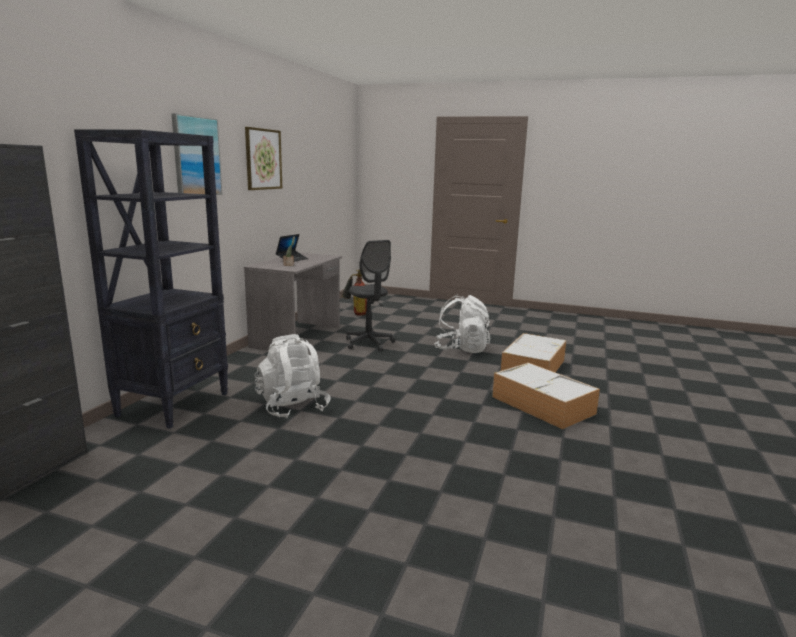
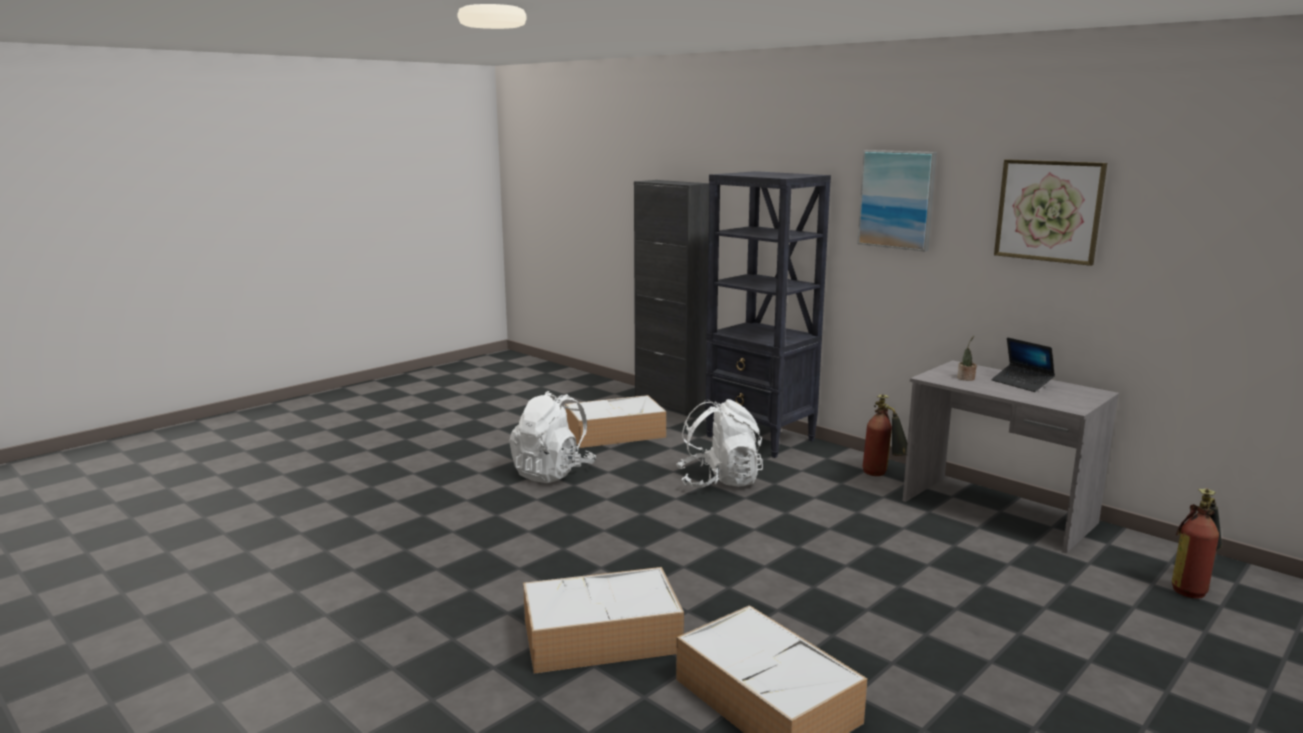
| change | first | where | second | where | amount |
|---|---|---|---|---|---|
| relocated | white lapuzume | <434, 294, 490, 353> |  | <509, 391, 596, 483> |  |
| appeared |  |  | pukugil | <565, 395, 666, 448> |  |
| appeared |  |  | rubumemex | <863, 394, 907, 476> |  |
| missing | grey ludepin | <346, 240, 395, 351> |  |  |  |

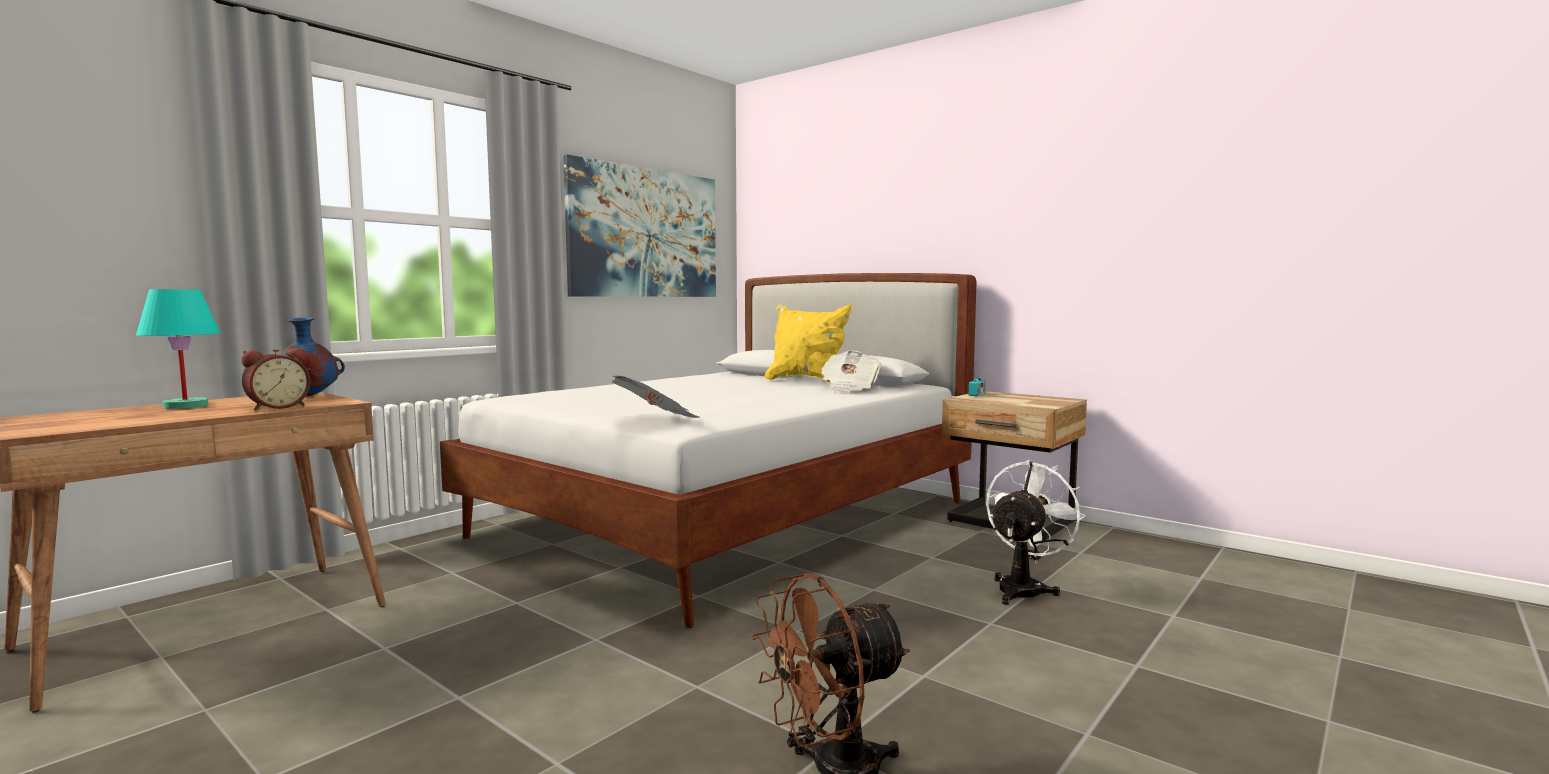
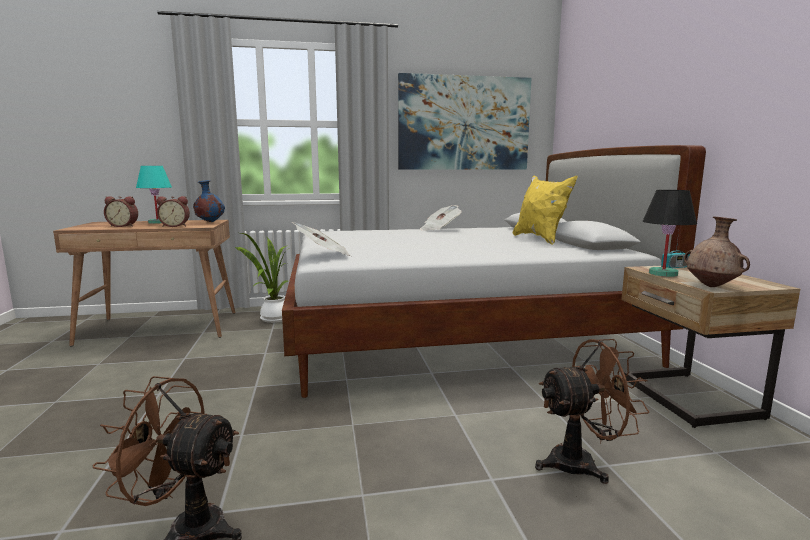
| change | first | where | second | where | amount |
|---|---|---|---|---|---|
| appeared |  |  | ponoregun | <104, 196, 138, 227> |  |
| appeared |  |  | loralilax | <235, 233, 289, 323> |  |
| relocated | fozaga | <821, 350, 882, 392> |  | <420, 205, 462, 231> |  |
| colour | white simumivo | <986, 460, 1086, 605> | brown simumivo | <535, 339, 650, 484> |  |
| appeared |  |  | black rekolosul | <642, 190, 697, 277> |  |
| appeared |  |  | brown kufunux | <684, 216, 750, 287> |  |

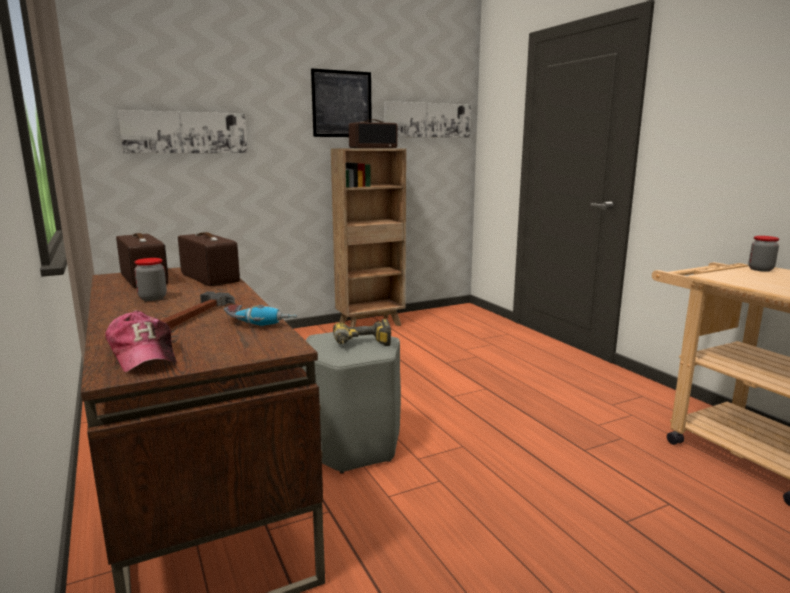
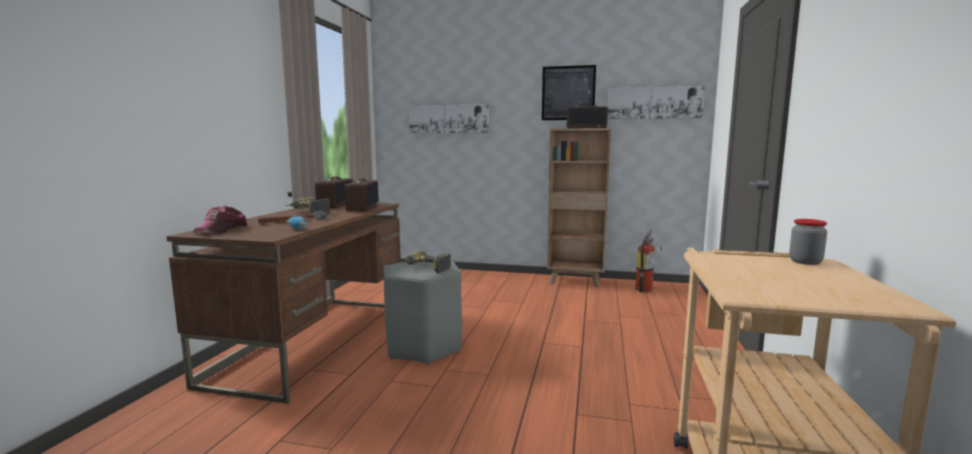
| change | first | where | second | where | amount |
|---|---|---|---|---|---|
| exchanged | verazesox | <134, 258, 167, 301> | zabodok | <285, 197, 331, 214> |  |
| appeared |  |  | rubumemex | <635, 230, 662, 292> |  |

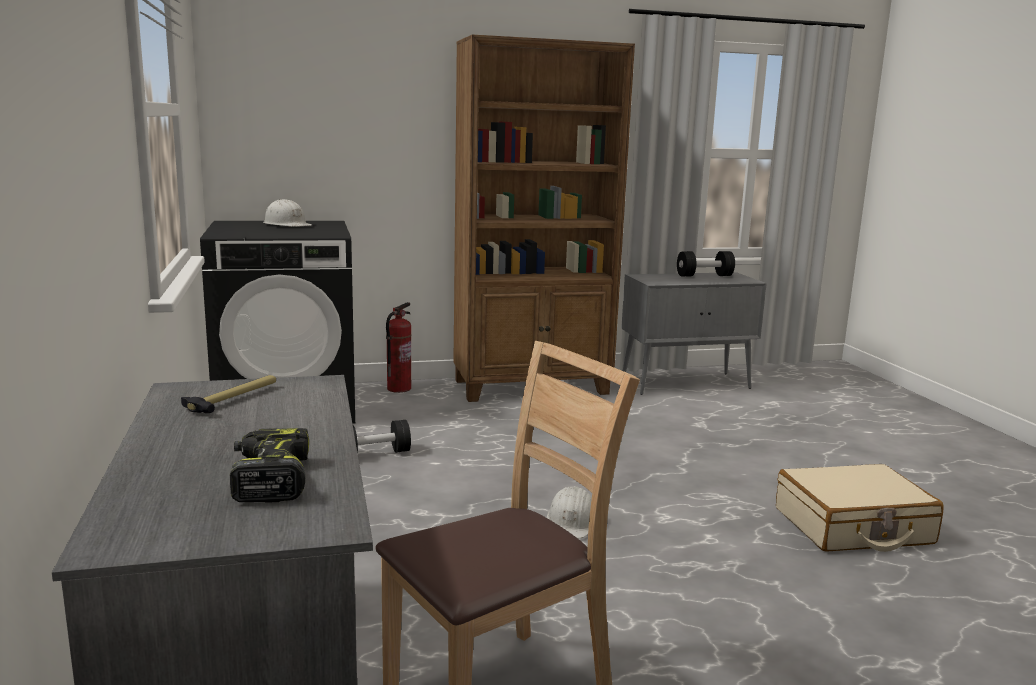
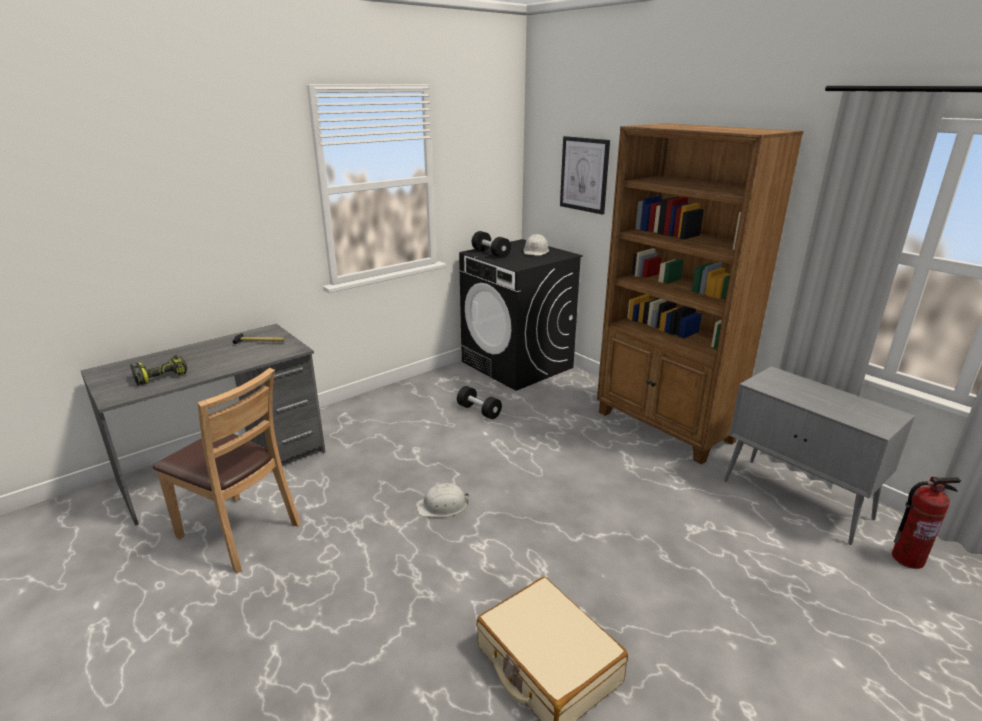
| change | first | where | second | where | amount |
|---|---|---|---|---|---|
| relocated | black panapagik | <677, 251, 735, 277> |  | <472, 231, 511, 258> |  |
| appeared |  |  | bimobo | <560, 136, 610, 215> |  |
| relocated | rubumemex | <386, 302, 412, 393> |  | <892, 477, 961, 569> |  |

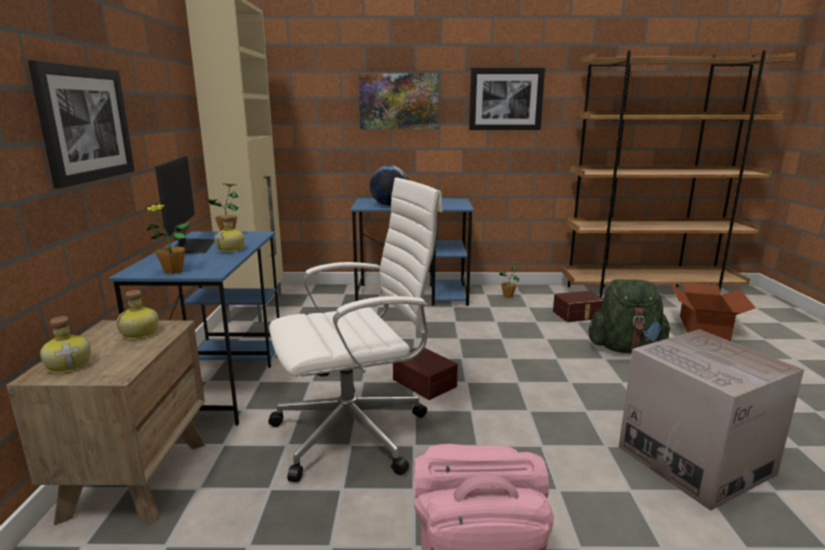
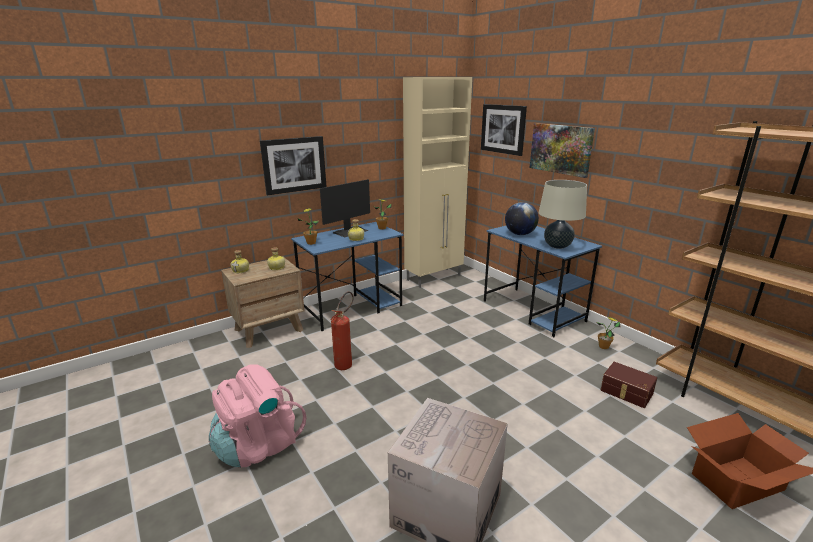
| change | first | where | second | where | amount |
|---|---|---|---|---|---|
| exchanged | white ludepin | <268, 178, 443, 482> | rubumemex | <331, 292, 354, 370> |  |
| relocated | bimobo | <469, 68, 545, 130> |  | <481, 104, 527, 156> |  |
| appeared |  |  | beige rekolosul | <539, 180, 587, 249> |  |
| missing | brown pukugil | <393, 348, 458, 400> |  |  |  |
| missing | green lapuzume | <588, 279, 670, 353> |  |  |  |

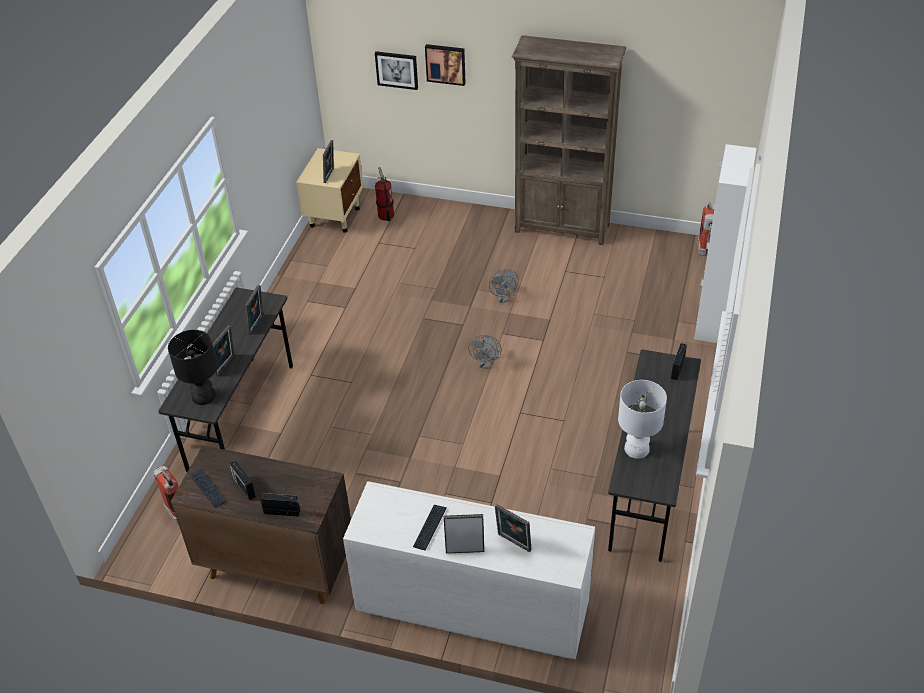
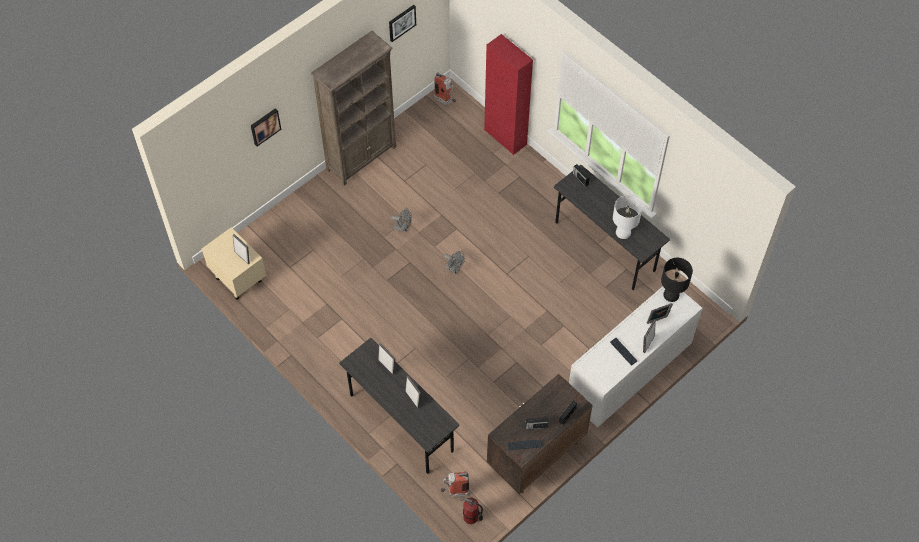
| change | first | where | second | where | amount |
|---|---|---|---|---|---|
| relocated | bimobo | <375, 51, 418, 90> |  | <389, 5, 416, 42> |  |
| relocated | rubumemex | <375, 167, 394, 221> |  | <460, 496, 483, 524> |  |
| colour | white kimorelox | <694, 144, 756, 343> | red kimorelox | <484, 34, 533, 155> |  |
| relocated | black rekolosul | <168, 330, 217, 405> |  | <661, 258, 693, 302> |  |

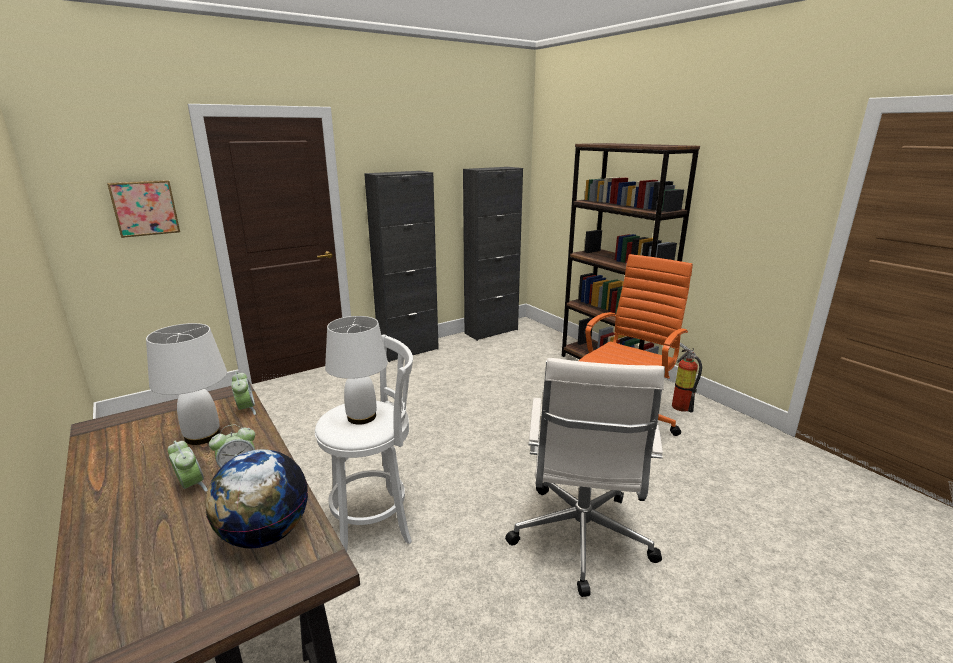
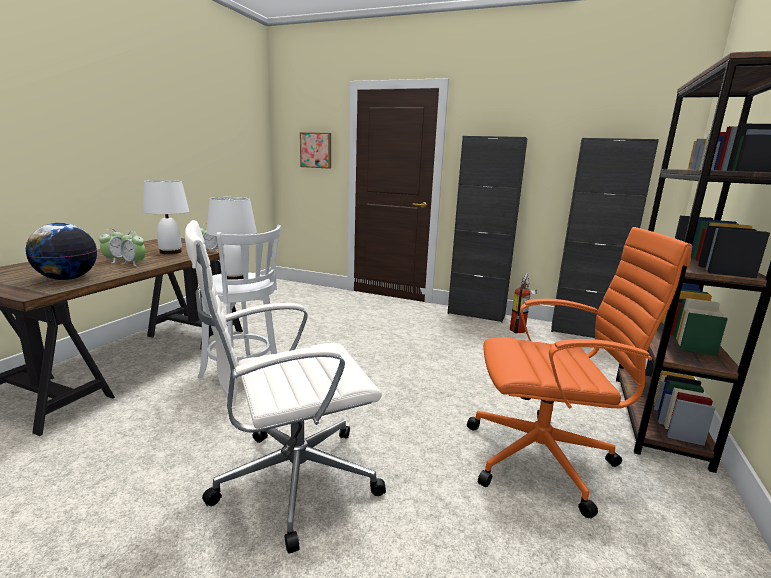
| change | first | where | second | where | amount |
|---|---|---|---|---|---|
| relocated | rubumemex | <672, 342, 702, 412> |  | <510, 273, 537, 333> |  |

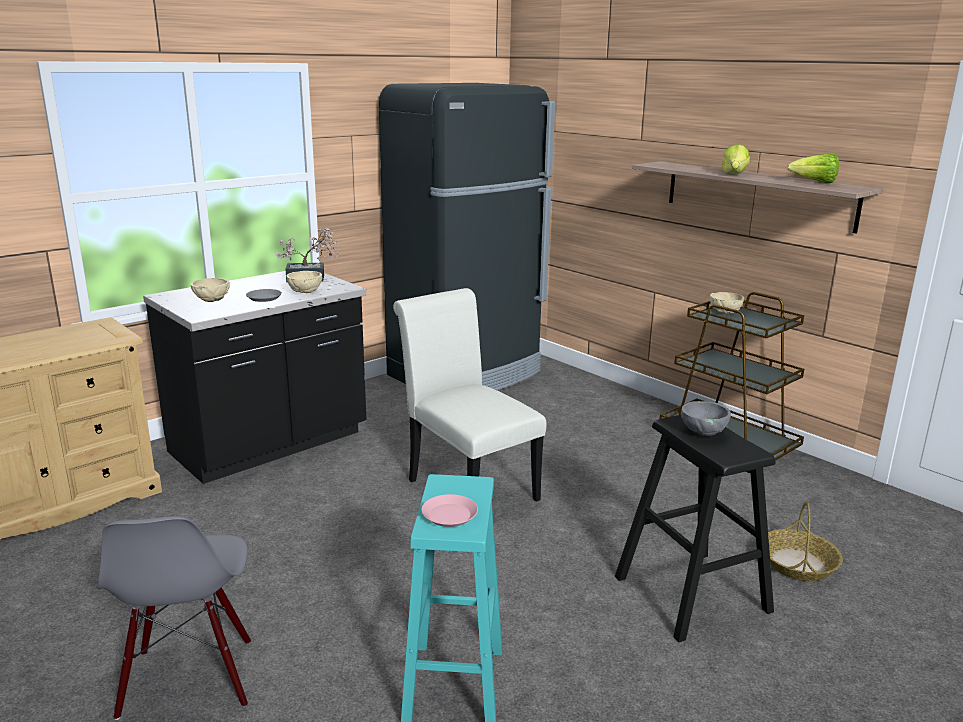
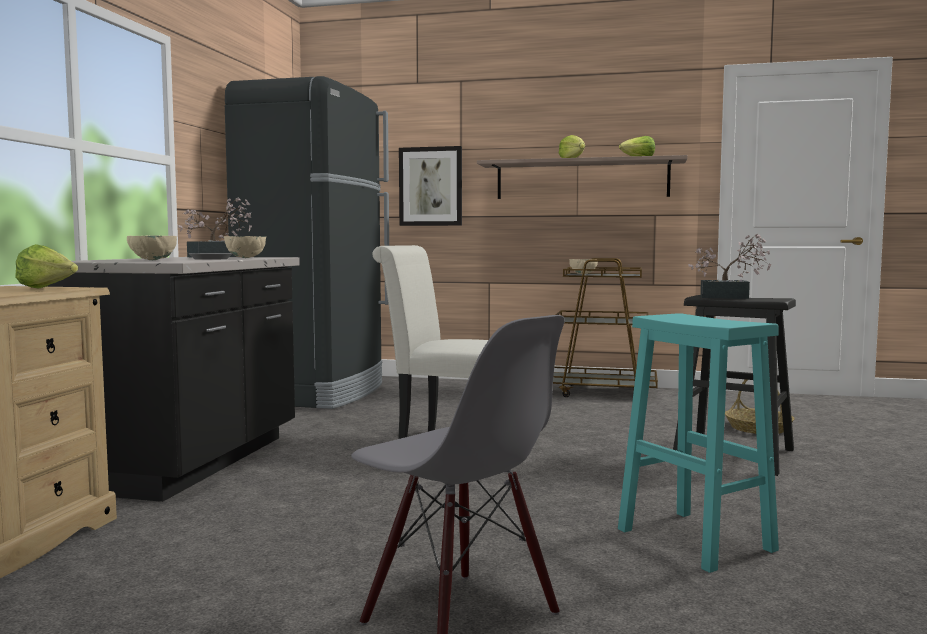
| change | first | where | second | where | amount |
|---|---|---|---|---|---|
| appeared |  |  | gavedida | <15, 244, 78, 288> |  |
| appeared |  |  | bimobo | <399, 146, 462, 226> |  |
| exchanged | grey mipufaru | <681, 401, 731, 436> | loralilax | <688, 234, 771, 299> |  |
| missing | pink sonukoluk | <421, 494, 478, 527> |  |  |  |

